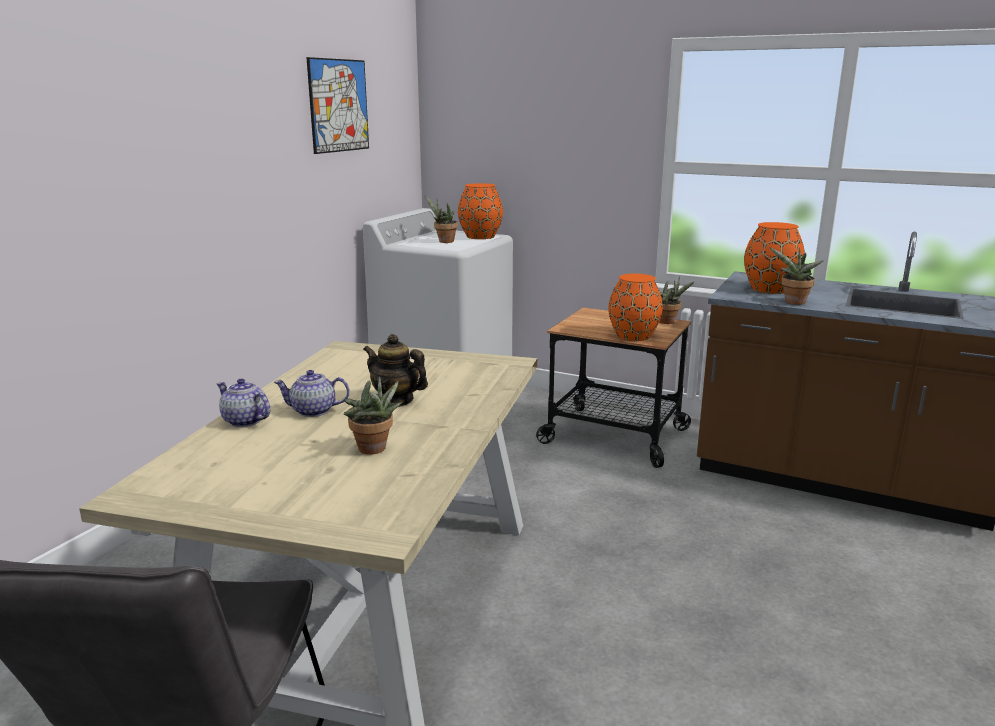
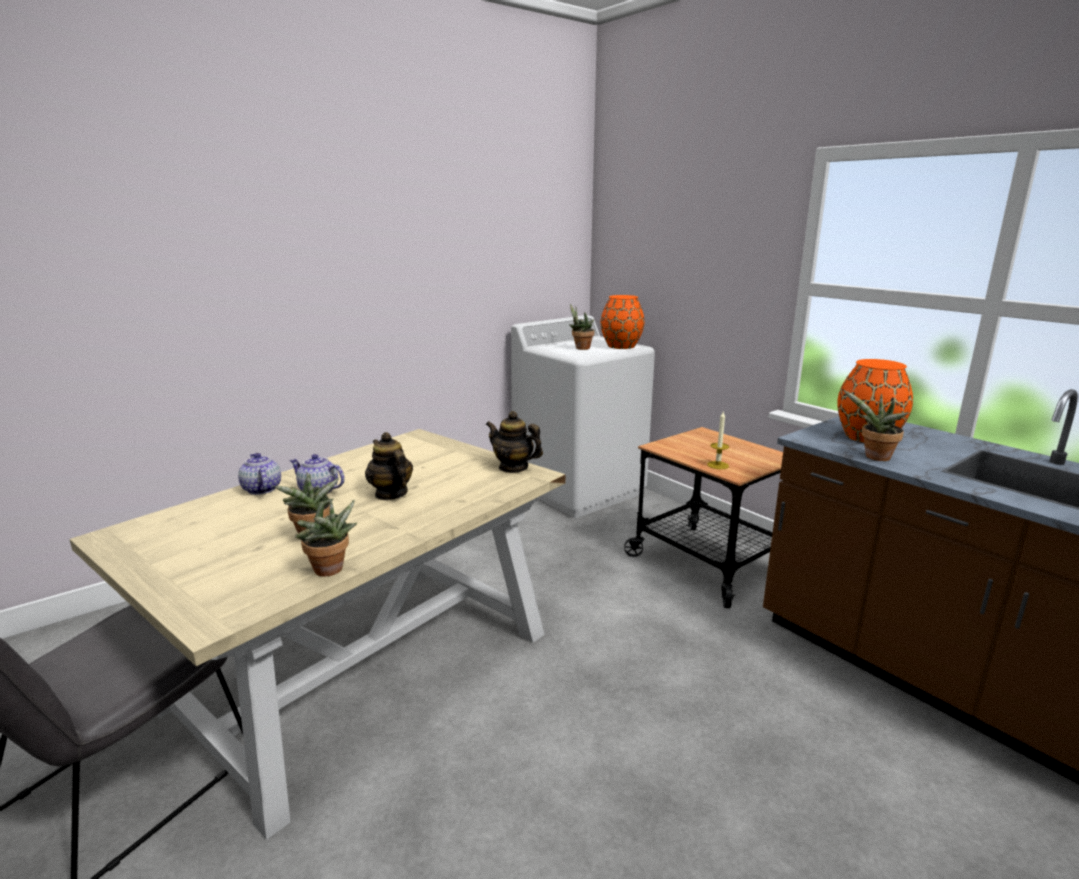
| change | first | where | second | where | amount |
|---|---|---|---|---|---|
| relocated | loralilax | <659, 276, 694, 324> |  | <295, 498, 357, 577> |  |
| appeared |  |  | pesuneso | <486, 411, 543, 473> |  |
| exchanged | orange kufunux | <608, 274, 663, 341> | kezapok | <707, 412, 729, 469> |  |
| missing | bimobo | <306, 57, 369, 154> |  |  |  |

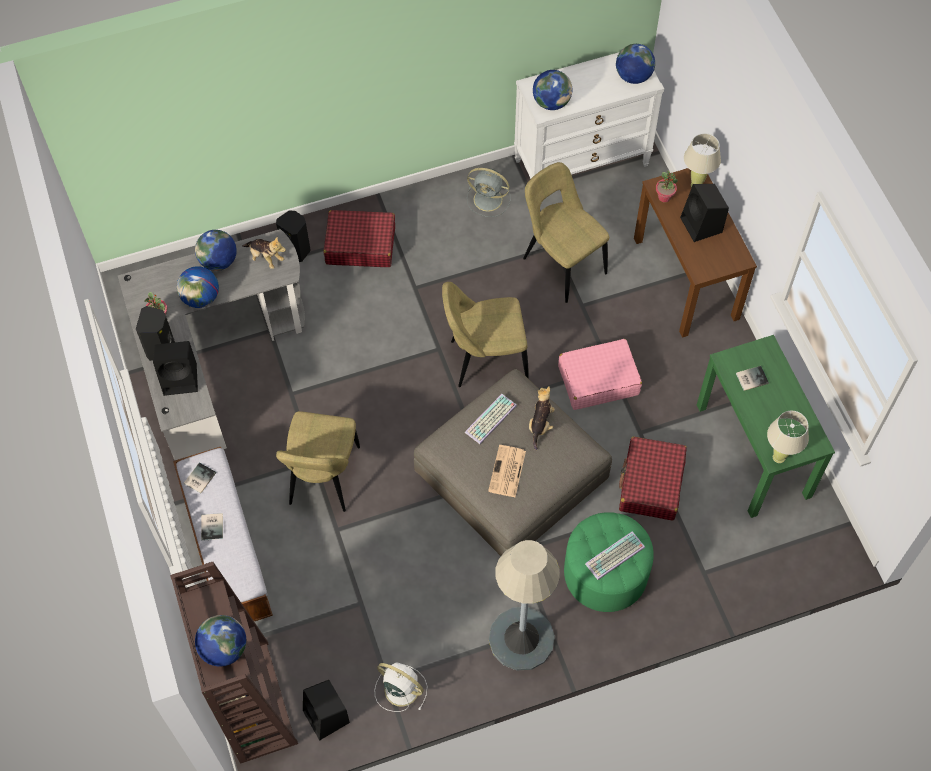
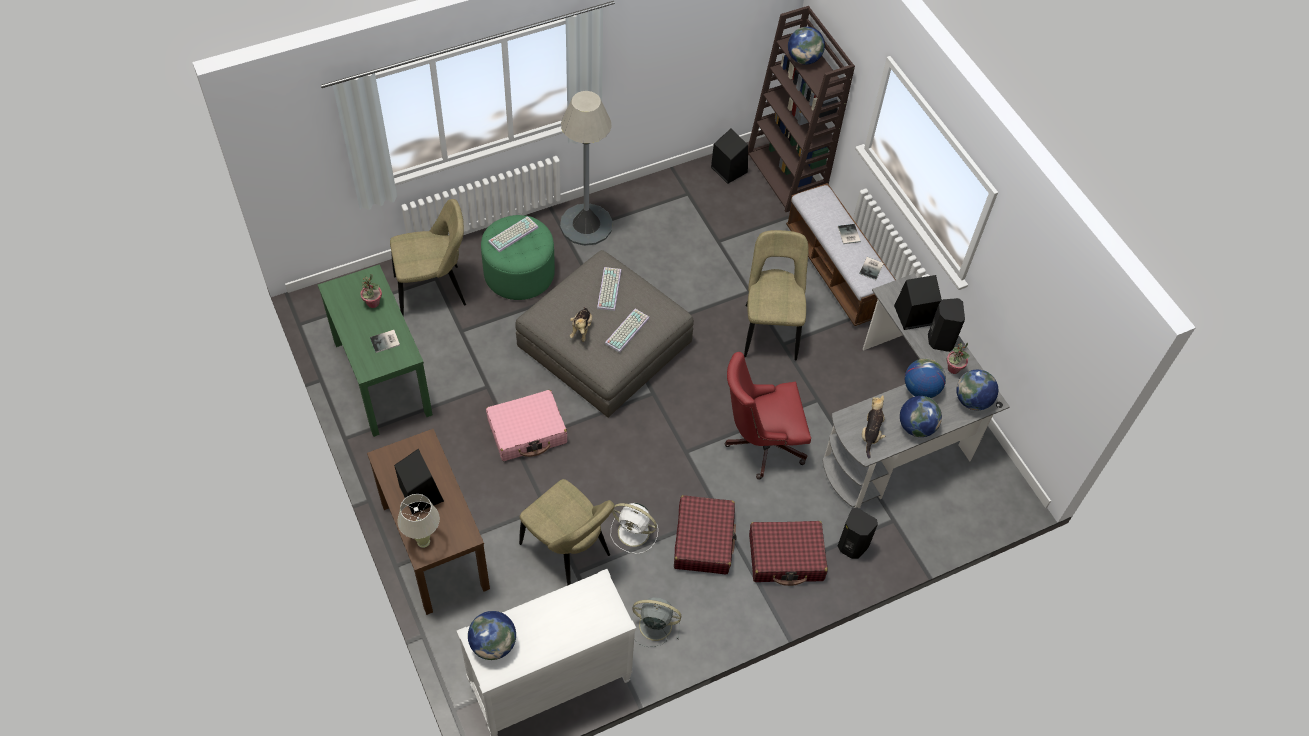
| change | first | where | second | where | amount |
|---|---|---|---|---|---|
| relocated | loralilax | <656, 171, 678, 202> |  | <359, 274, 382, 308> |  |
| relocated | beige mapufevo | <442, 282, 529, 387> |  | <390, 199, 466, 316> |  |
| exchanged | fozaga | <488, 445, 526, 497> | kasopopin | <597, 267, 622, 311> |  |
| relocated | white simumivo | <375, 662, 428, 712> |  | <611, 503, 658, 554> |  |
| relocated | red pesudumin | <619, 437, 687, 521> |  | <674, 495, 736, 575> |  |
| appeared |  |  | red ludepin | <724, 352, 811, 480> |  |
| spun | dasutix | <242, 237, 286, 269> |  | <862, 395, 885, 458> | 75 degrees clockwise |
| relocated | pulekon | <533, 70, 572, 110> |  | <956, 370, 998, 410> |  |
| missing | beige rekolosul | <767, 411, 809, 463> |  |  |  |

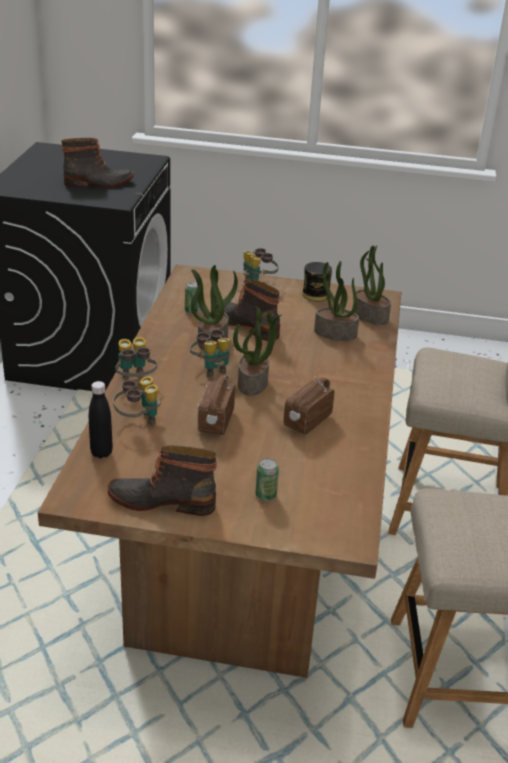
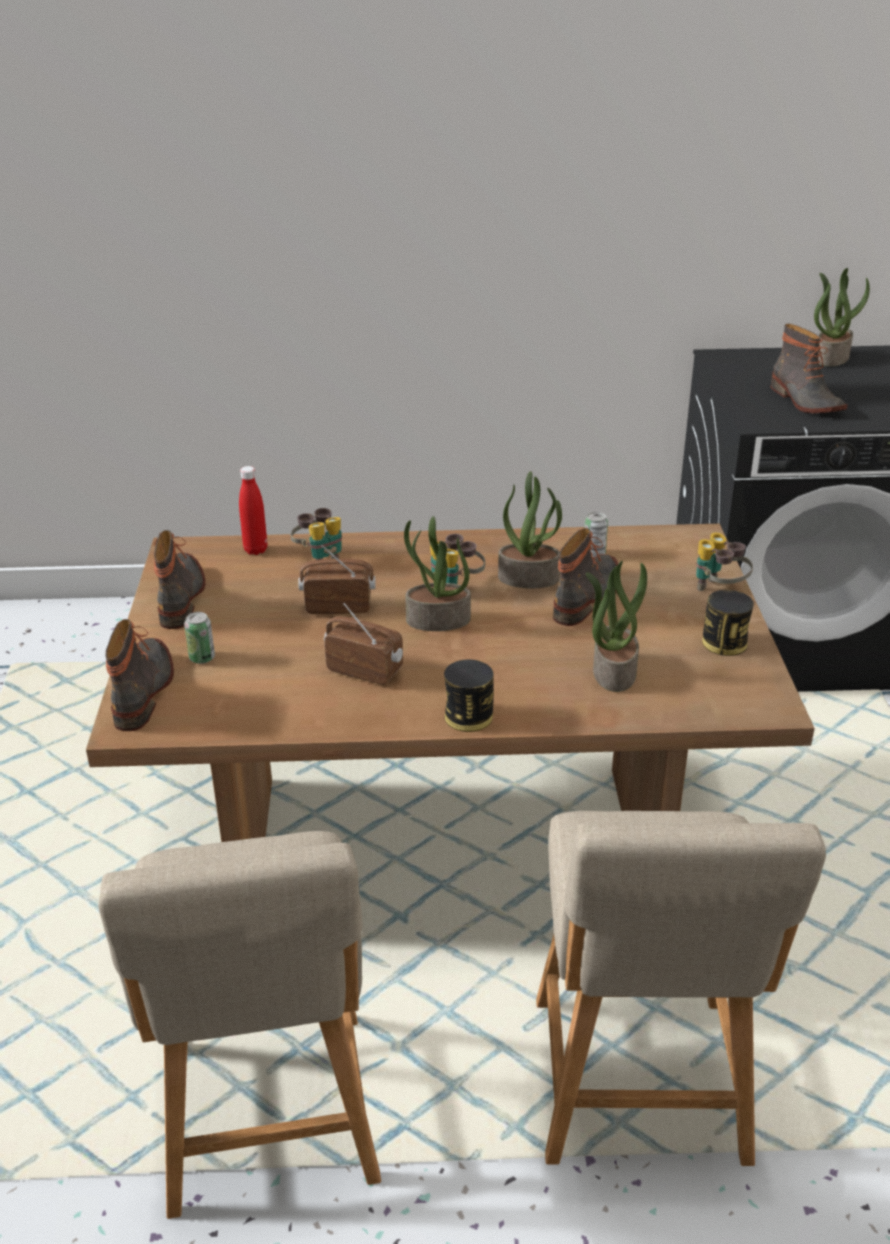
| change | first | where | second | where | amount |
|---|---|---|---|---|---|
| appeared |  |  | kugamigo | <106, 619, 174, 731> |  |
| colour | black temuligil | <89, 381, 113, 458> | red temuligil | <239, 466, 267, 555> |  |
| appeared |  |  | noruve | <444, 659, 494, 732> |  |
| relocated | loralilax | <355, 245, 391, 325> |  | <814, 268, 870, 367> |  |
| missing | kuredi | <115, 337, 157, 378> |  |  |  |

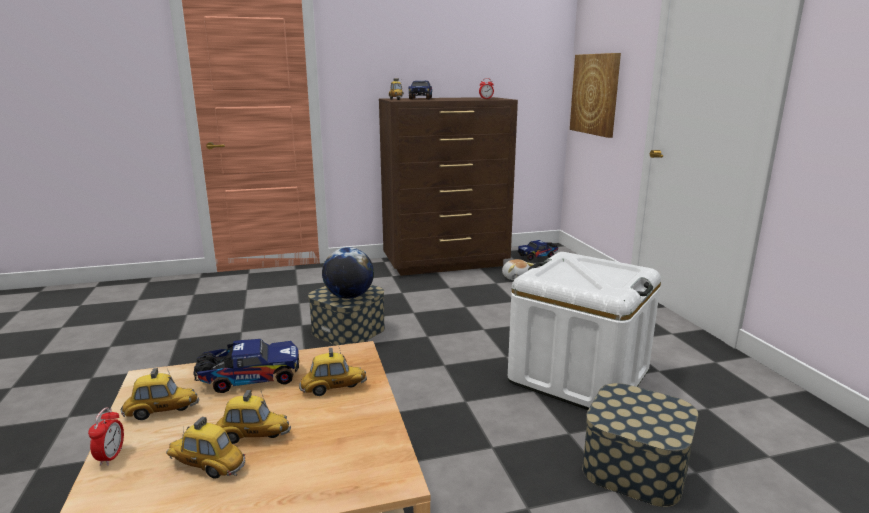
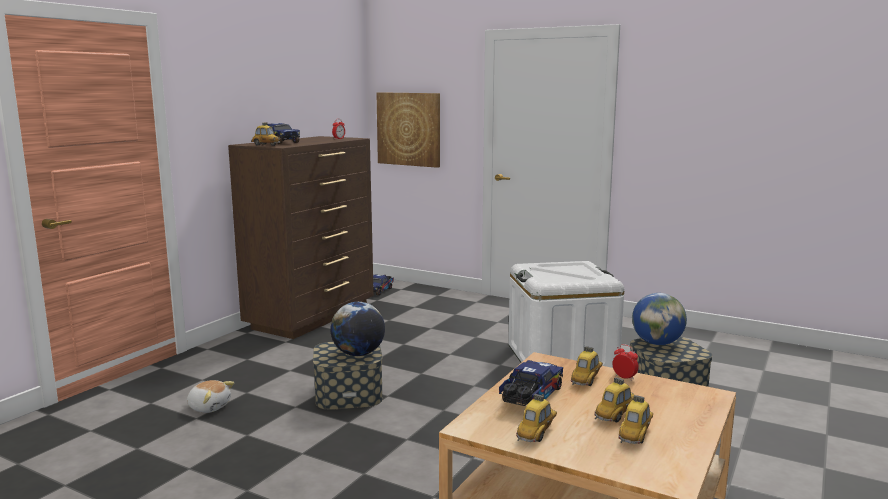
| change | first | where | second | where | amount |
|---|---|---|---|---|---|
| relocated | dasutix | <502, 259, 534, 280> |  | <187, 380, 234, 413> |  |
| relocated | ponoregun | <88, 407, 124, 466> |  | <612, 344, 639, 381> |  |
| spun | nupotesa | <166, 417, 245, 479> |  | <618, 394, 653, 444> | 150 degrees clockwise |
| appeared |  |  | pulekon | <632, 293, 687, 345> |  |

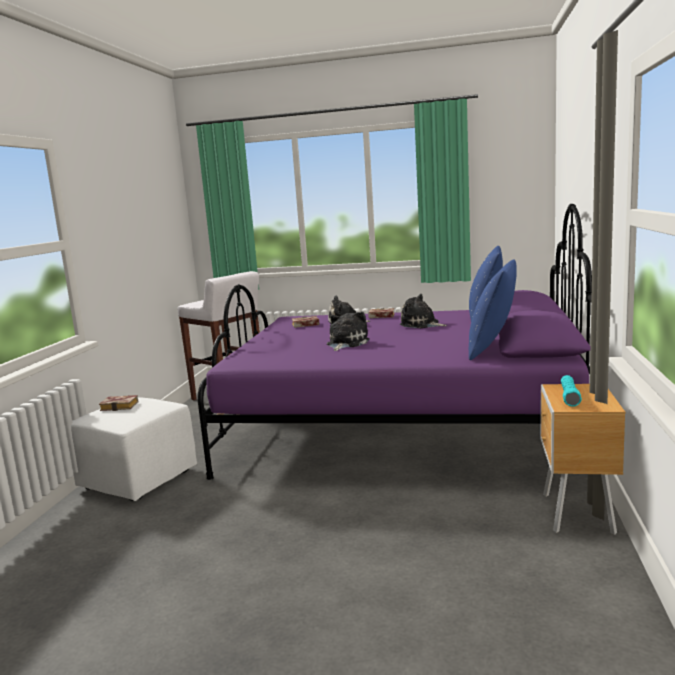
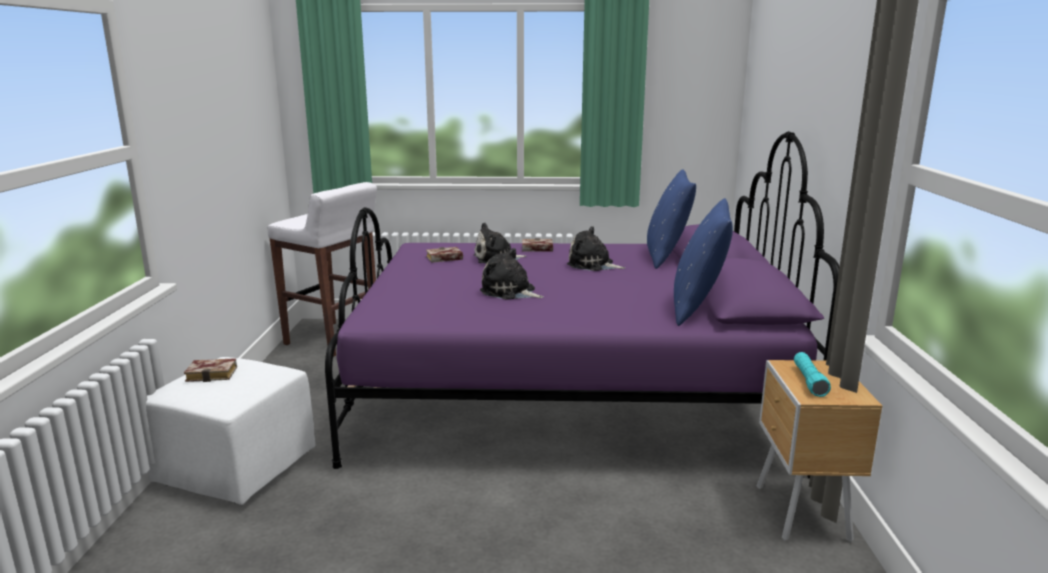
| change | first | where | second | where | amount |
|---|---|---|---|---|---|
| spun | dasutix | <327, 312, 370, 351> |  | <480, 248, 544, 300> | 75 degrees counterclockwise |

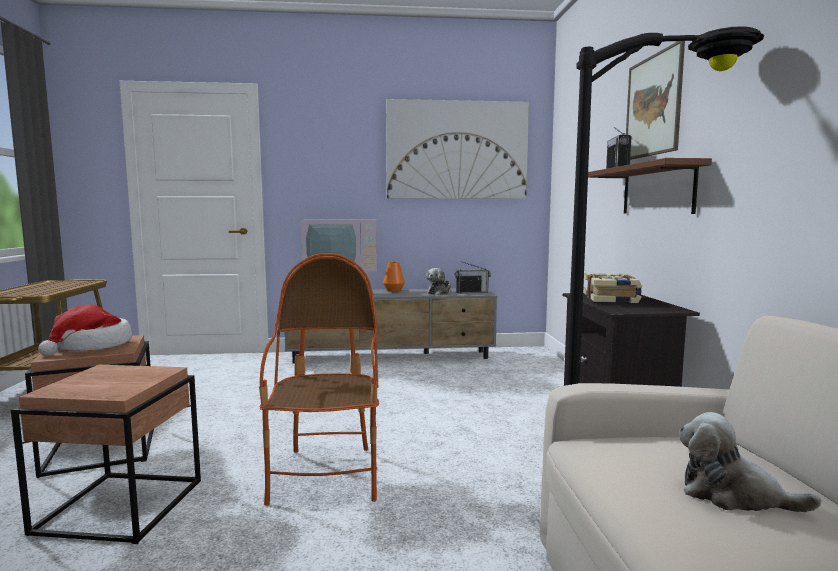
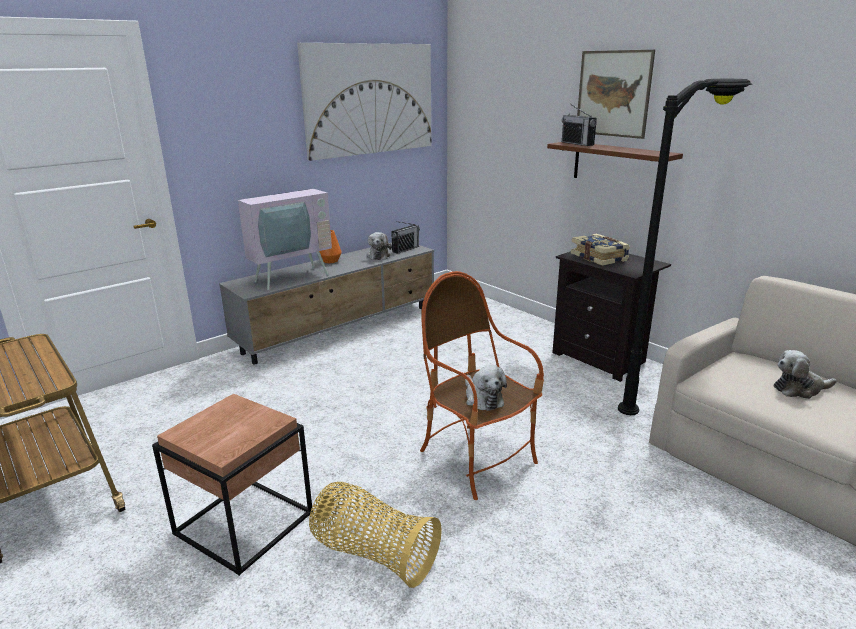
| change | first | where | second | where | amount |
|---|---|---|---|---|---|
| exchanged | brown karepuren | <11, 365, 201, 544> | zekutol | <309, 482, 442, 588> |  |
| appeared |  |  | dasutix | <465, 365, 507, 411> |  |
| missing | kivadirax | <38, 304, 132, 356> |  |  |  |

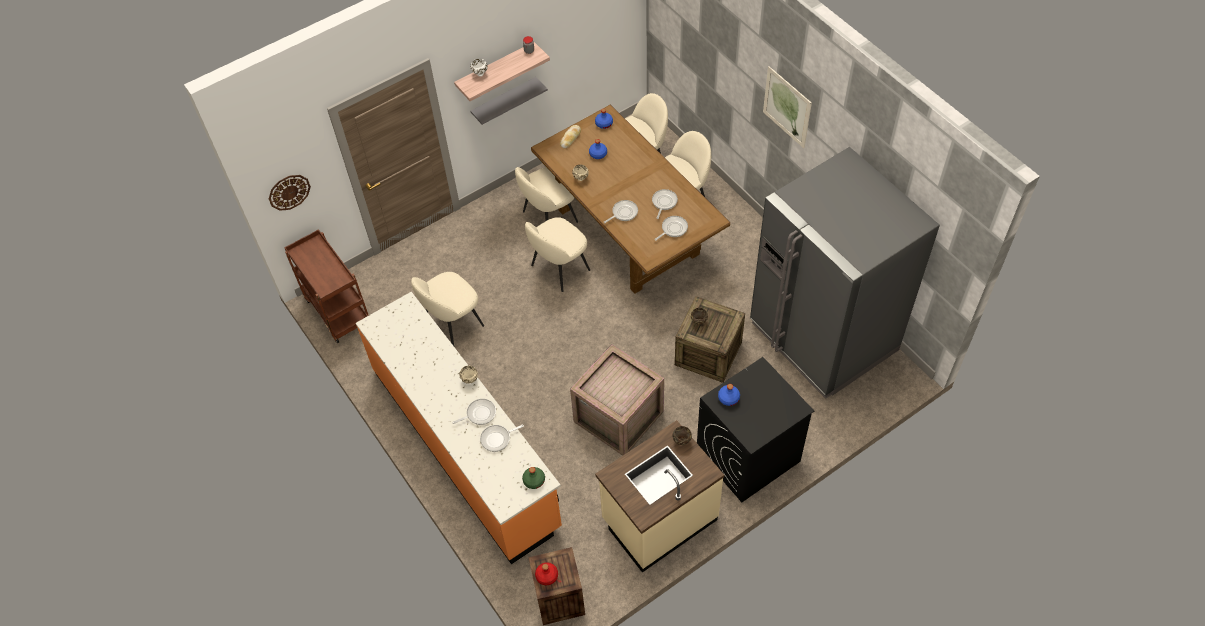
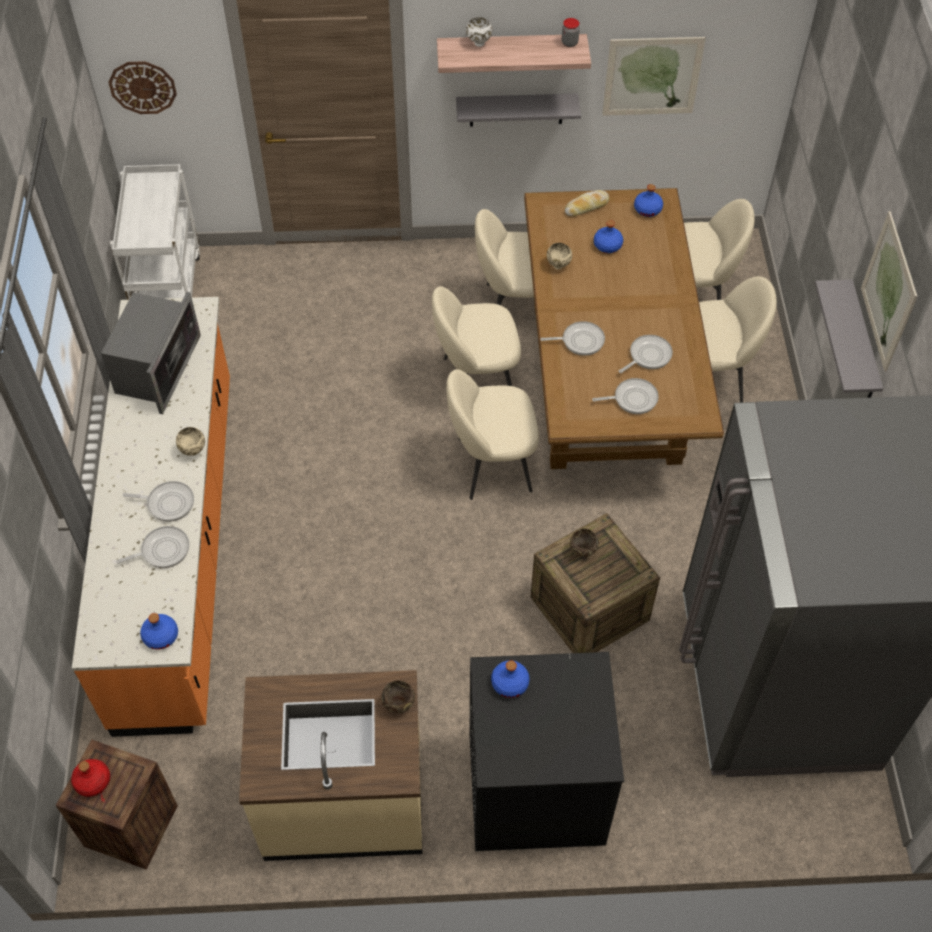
| change | first | where | second | where | amount |
|---|---|---|---|---|---|
| appeared |  |  | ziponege | <101, 292, 201, 414> |  |
| colour | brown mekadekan | <284, 229, 369, 343> | white mekadekan | <110, 164, 200, 300> |  |
| spun | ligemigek | <480, 425, 524, 452> |  | <116, 526, 189, 568> | 150 degrees clockwise |
| colour | green temuligil | <522, 467, 545, 489> | blue temuligil | <140, 613, 178, 650> |  |
| relocated | beige mapufevo | <411, 272, 484, 346> |  | <446, 369, 539, 500> |  |
| appeared |  |  | bimobo | <602, 37, 706, 116> |  |
| appeared |  |  | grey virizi | <815, 279, 883, 398> |  |
| missing | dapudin | <570, 344, 664, 456> |  |  |  |

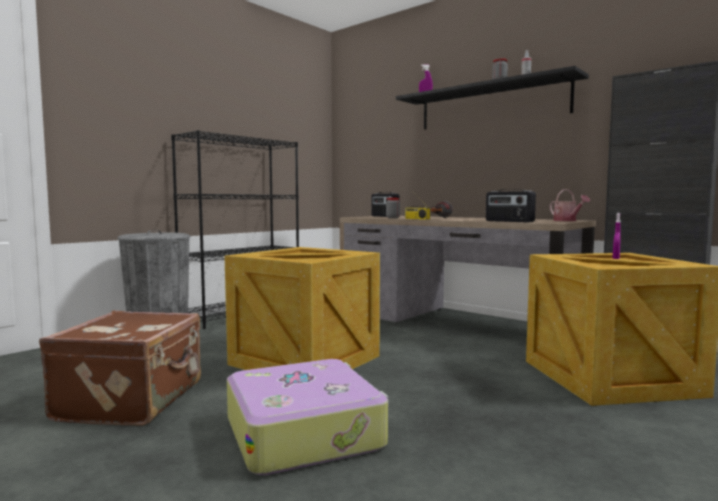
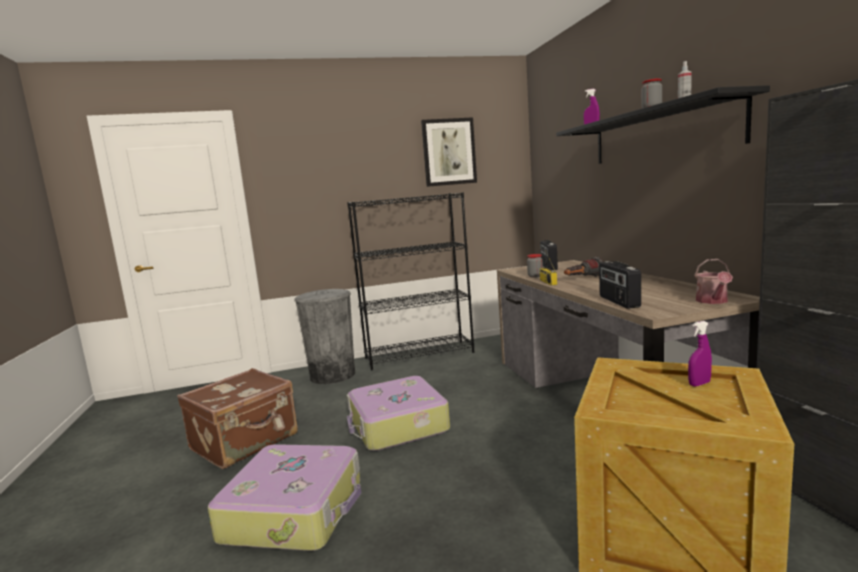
| change | first | where | second | where | amount |
|---|---|---|---|---|---|
| exchanged | dapudin | <224, 247, 380, 370> | pesudumin | <347, 376, 450, 451> |  |
| appeared |  |  | bimobo | <421, 117, 477, 187> |  |

